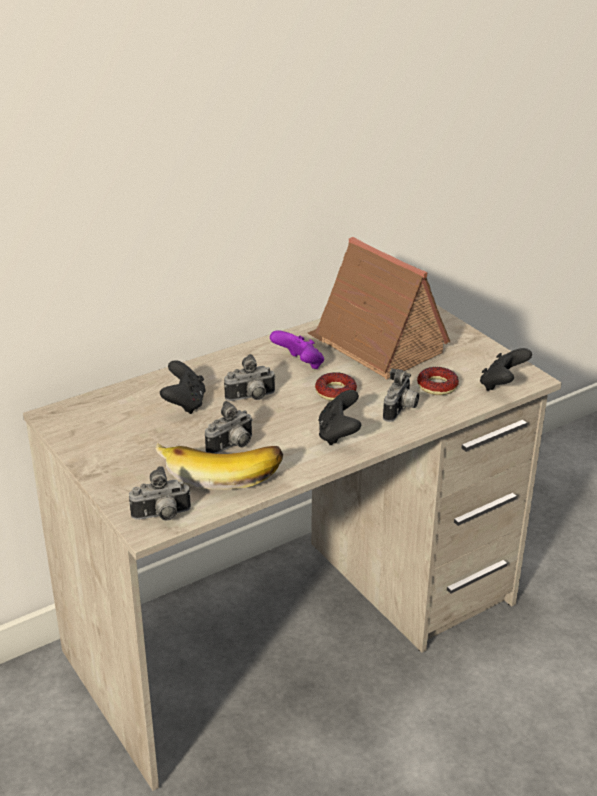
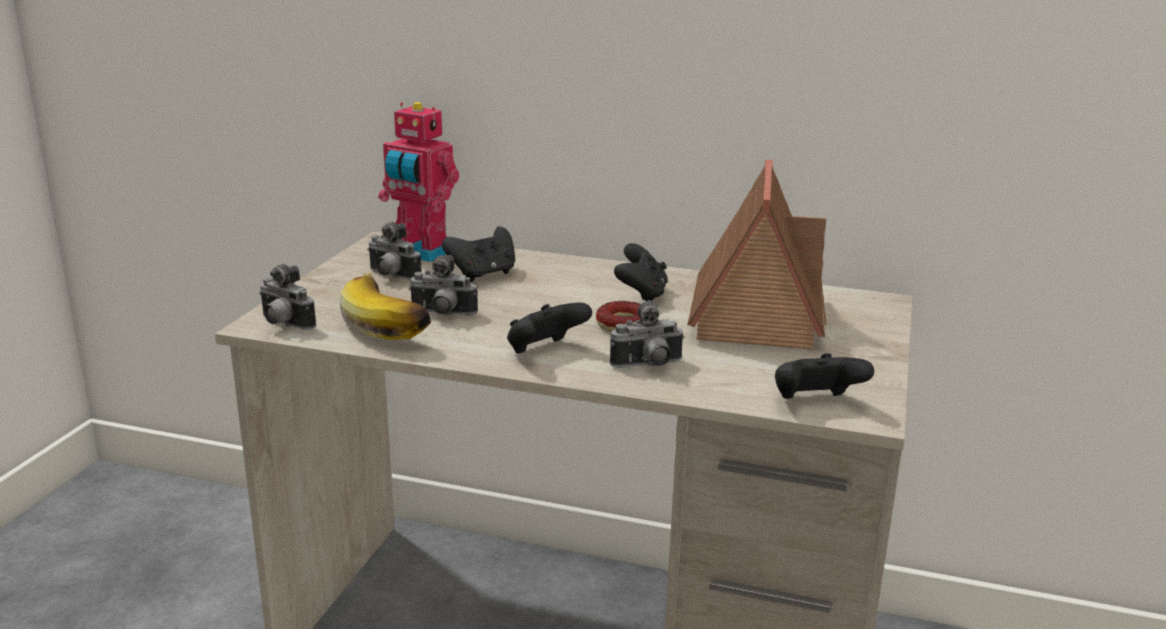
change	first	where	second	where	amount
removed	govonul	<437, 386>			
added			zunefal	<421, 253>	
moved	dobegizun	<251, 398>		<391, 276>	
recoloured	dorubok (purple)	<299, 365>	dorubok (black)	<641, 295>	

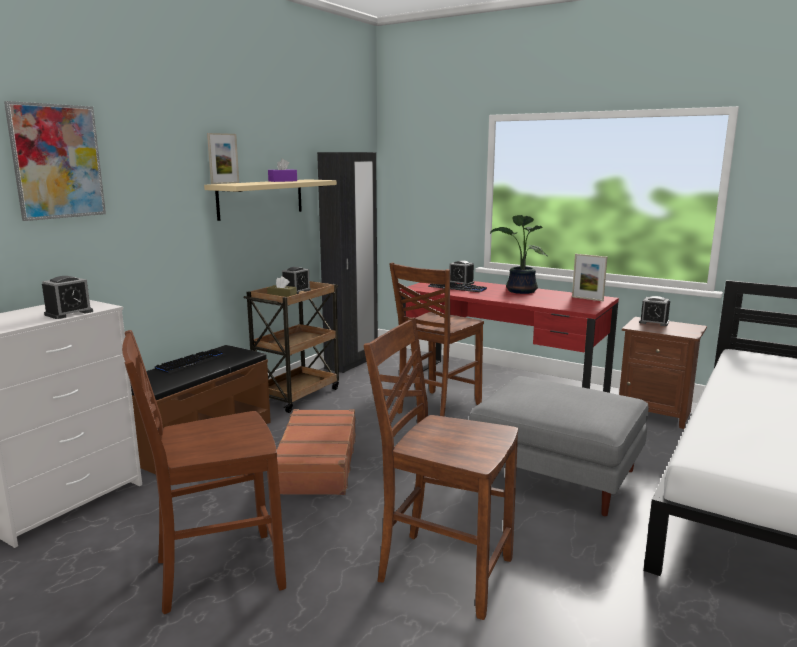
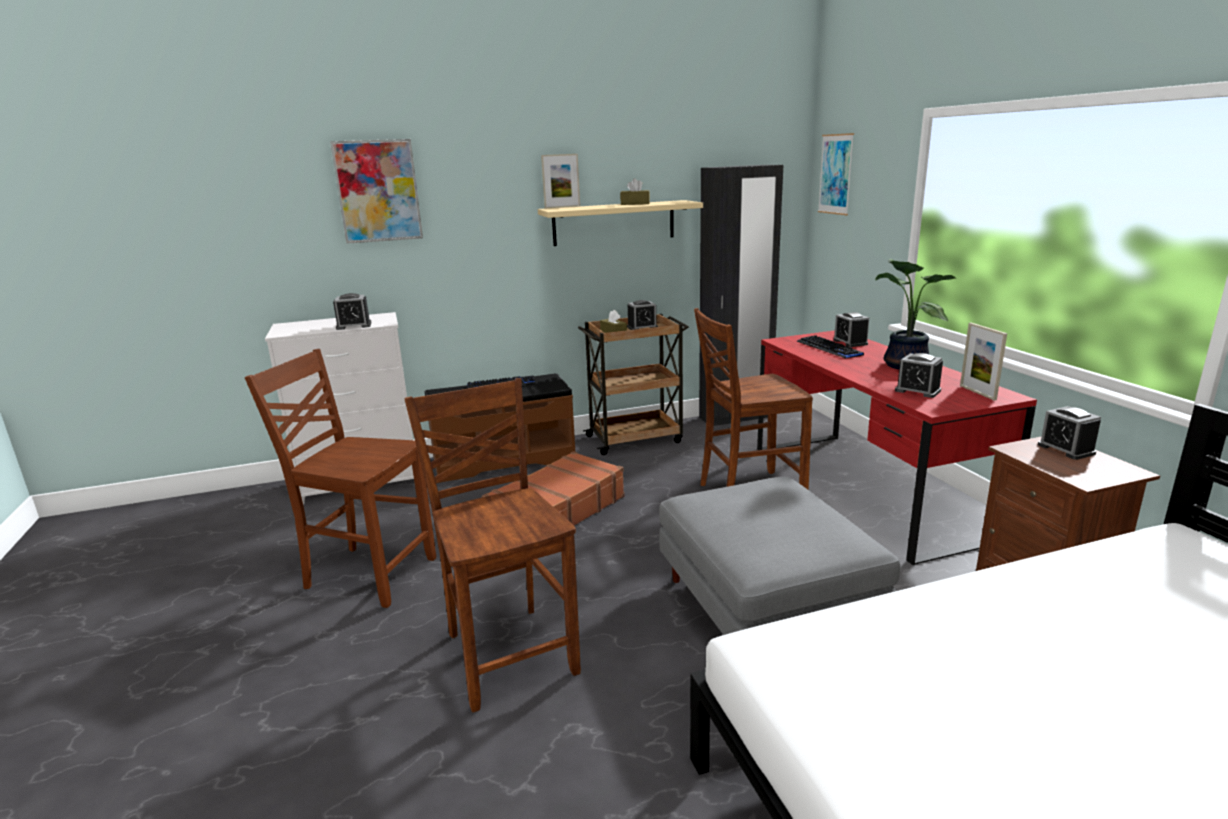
change	first	where	second	where	amount
added			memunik	<835, 174>	
added			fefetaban	<917, 391>	
recoloured	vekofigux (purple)	<282, 181>	vekofigux (brown)	<635, 204>	

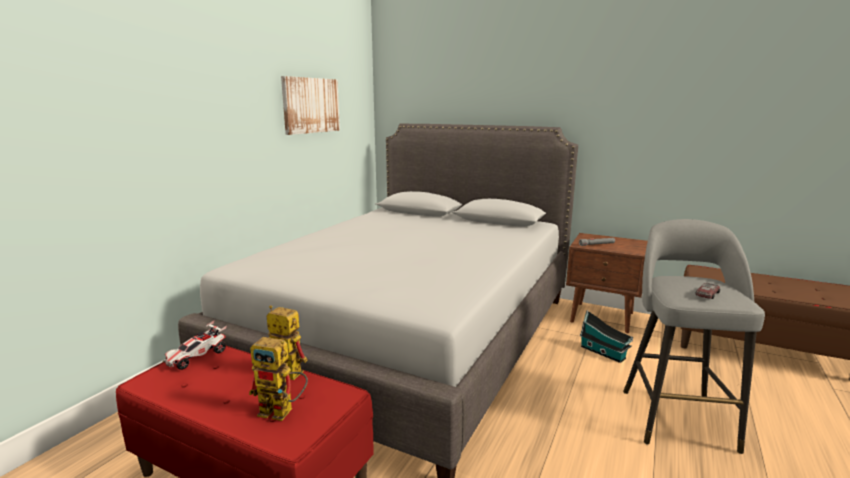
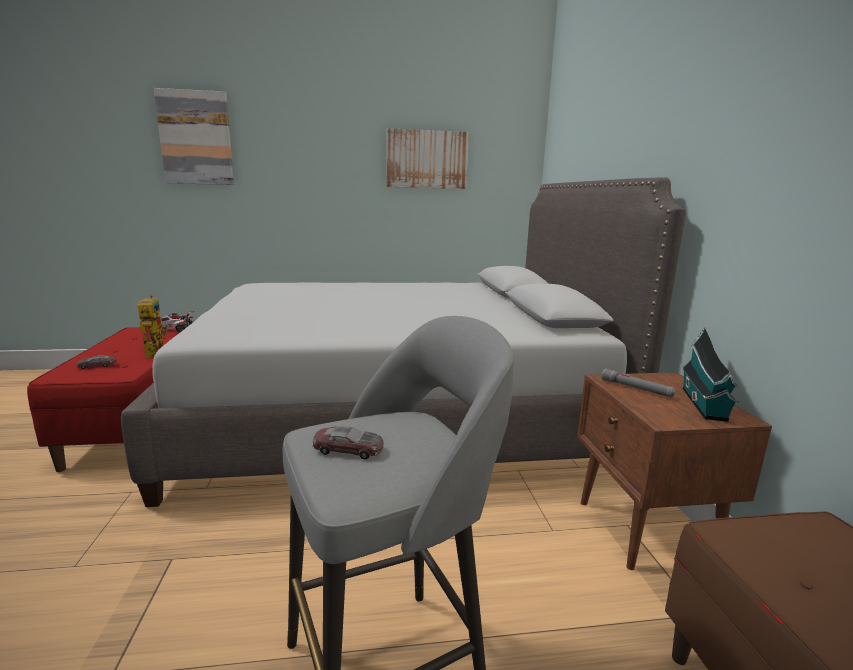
change	first	where	second	where	amount
added			memunik	<196, 138>	
moved	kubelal	<604, 353>		<704, 405>	
replaced	zunefal	<283, 411>	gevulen	<97, 365>	

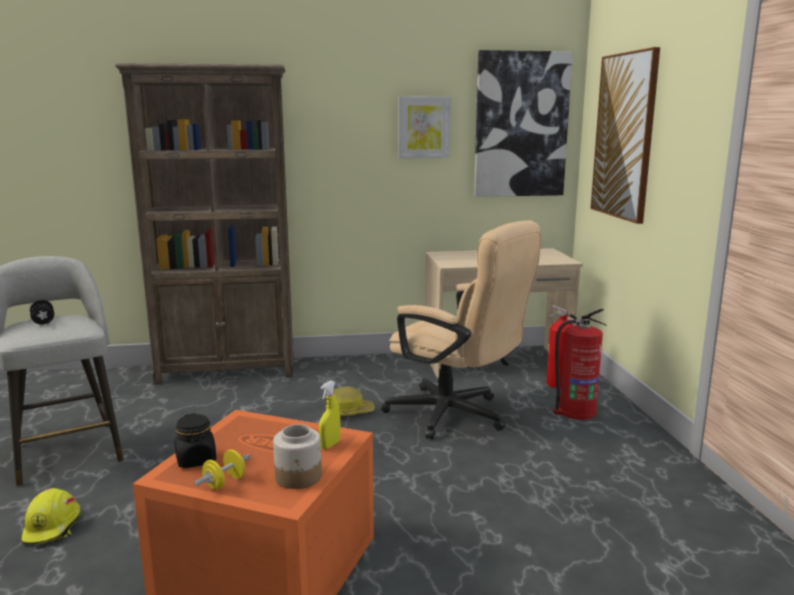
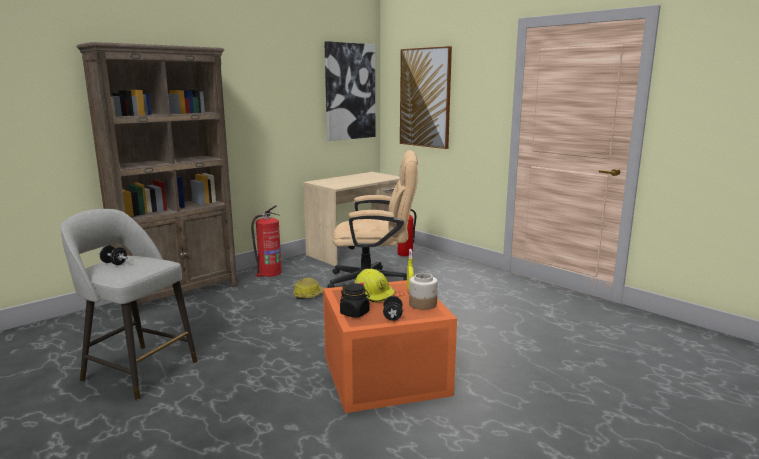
change	first	where	second	where	amount
removed	memunik	<423, 127>			
moved	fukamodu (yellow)	<53, 527>		<374, 294>	
moved	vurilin	<576, 412>		<269, 273>	
recoloured	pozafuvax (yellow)	<224, 483>	pozafuvax (black)	<392, 317>	

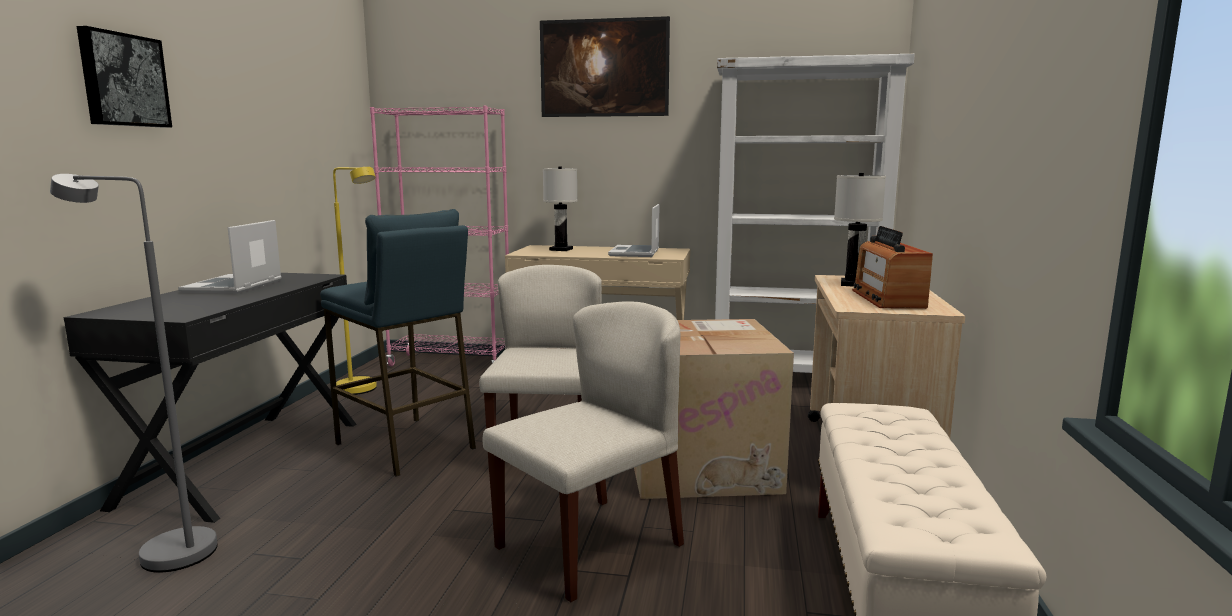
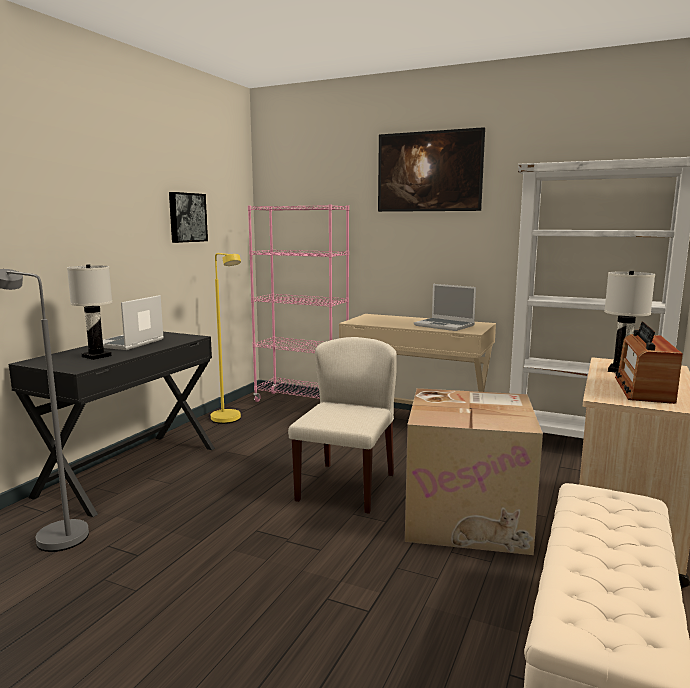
change	first	where	second	where	amount
removed	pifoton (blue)	<406, 446>			
removed	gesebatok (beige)	<590, 544>			
moved	memunik	<123, 80>		<186, 217>	
moved	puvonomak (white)	<561, 249>		<97, 356>	
turned	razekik	<635, 253>		<445, 326>	75 degrees counterclockwise

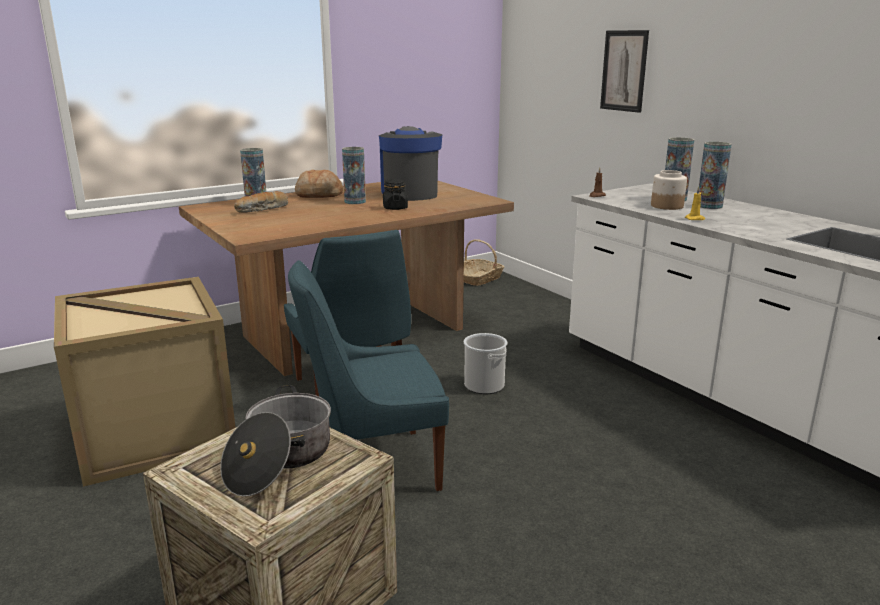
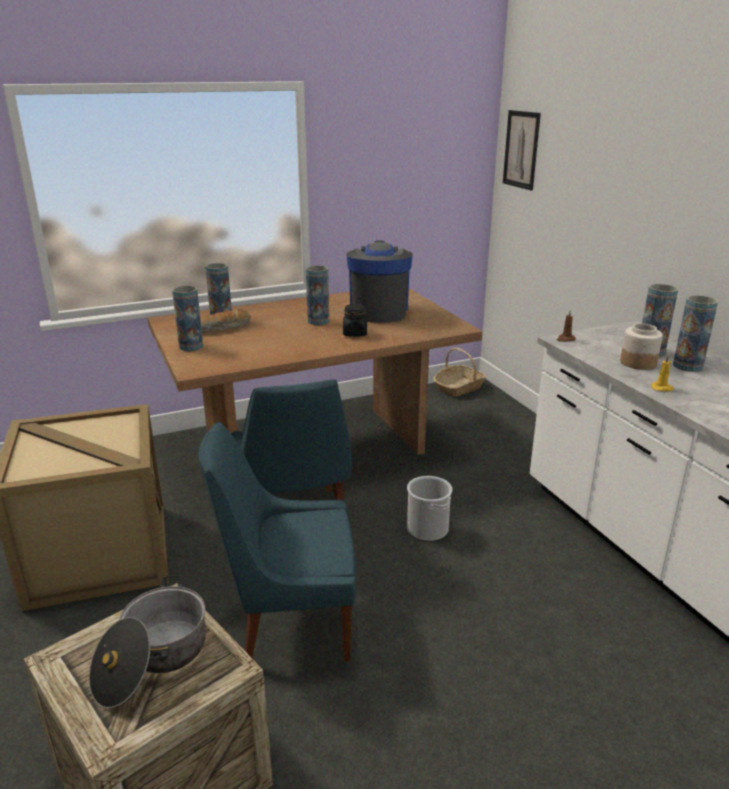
change	first	where	second	where	amount
removed	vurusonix	<318, 195>			
added			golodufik	<191, 346>	
moved	memunik	<624, 71>		<521, 149>	

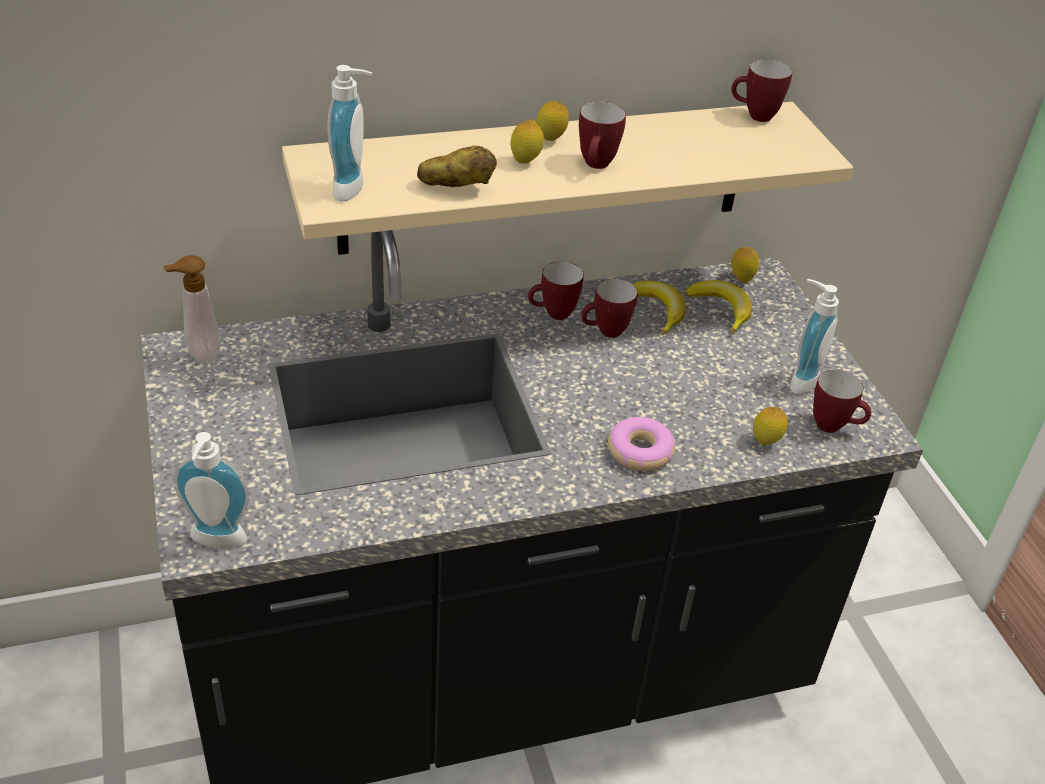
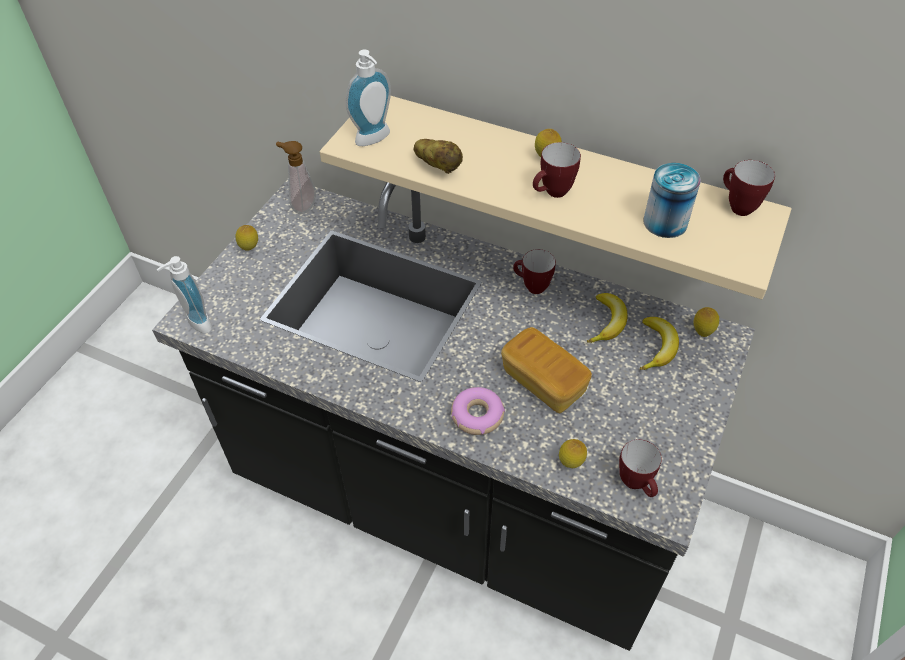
change	first	where	second	where	amount
removed	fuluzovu	<605, 333>			
removed	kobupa	<799, 379>			
added			vurusonix	<543, 382>	
added			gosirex	<665, 222>	
moved	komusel	<525, 162>		<250, 249>	

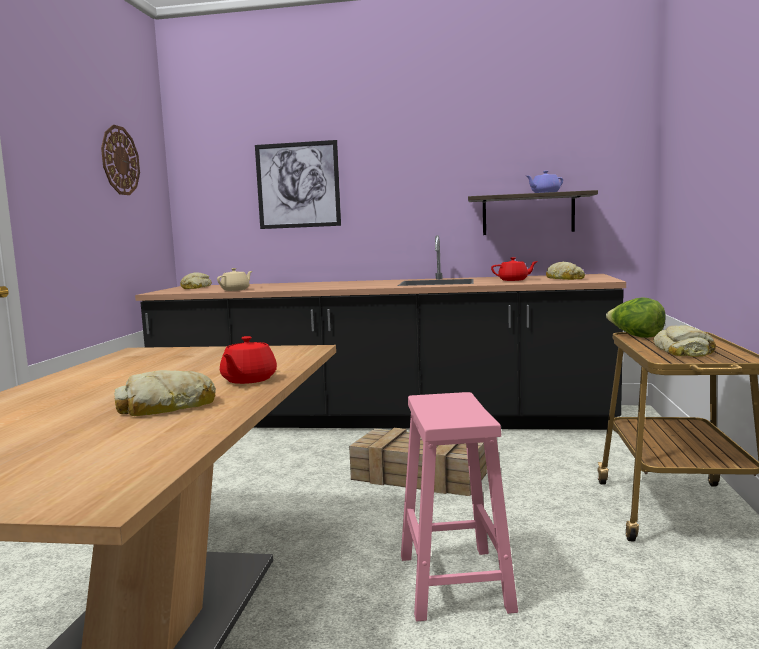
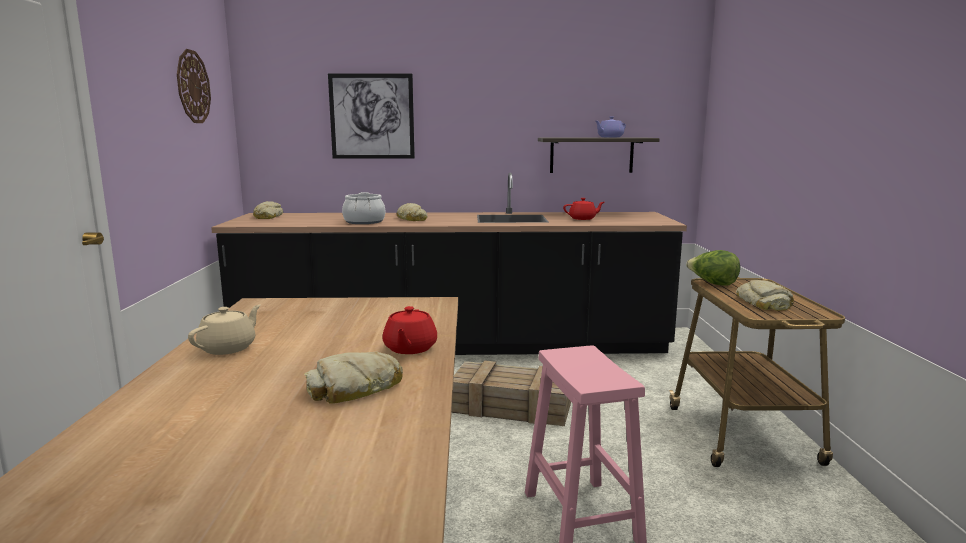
change	first	where	second	where	amount
added			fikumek	<364, 222>	
moved	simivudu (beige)	<236, 290>		<229, 348>	
moved	vurusonix	<565, 278>		<412, 218>	

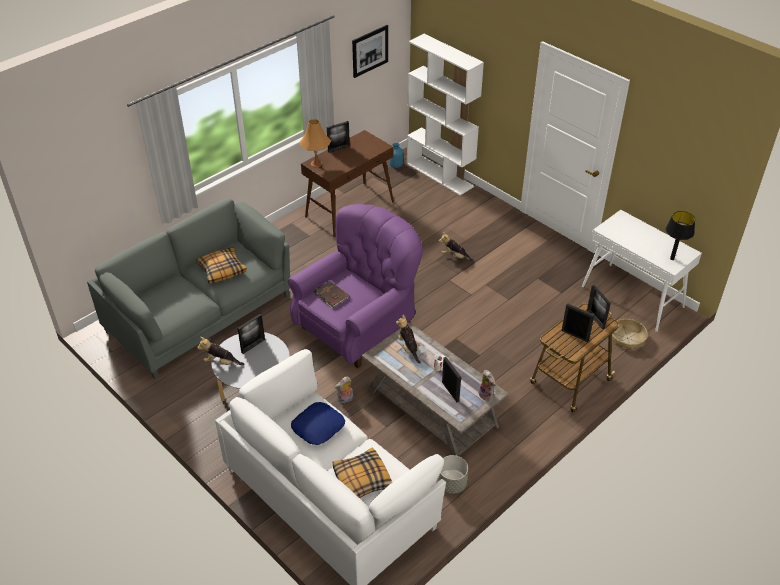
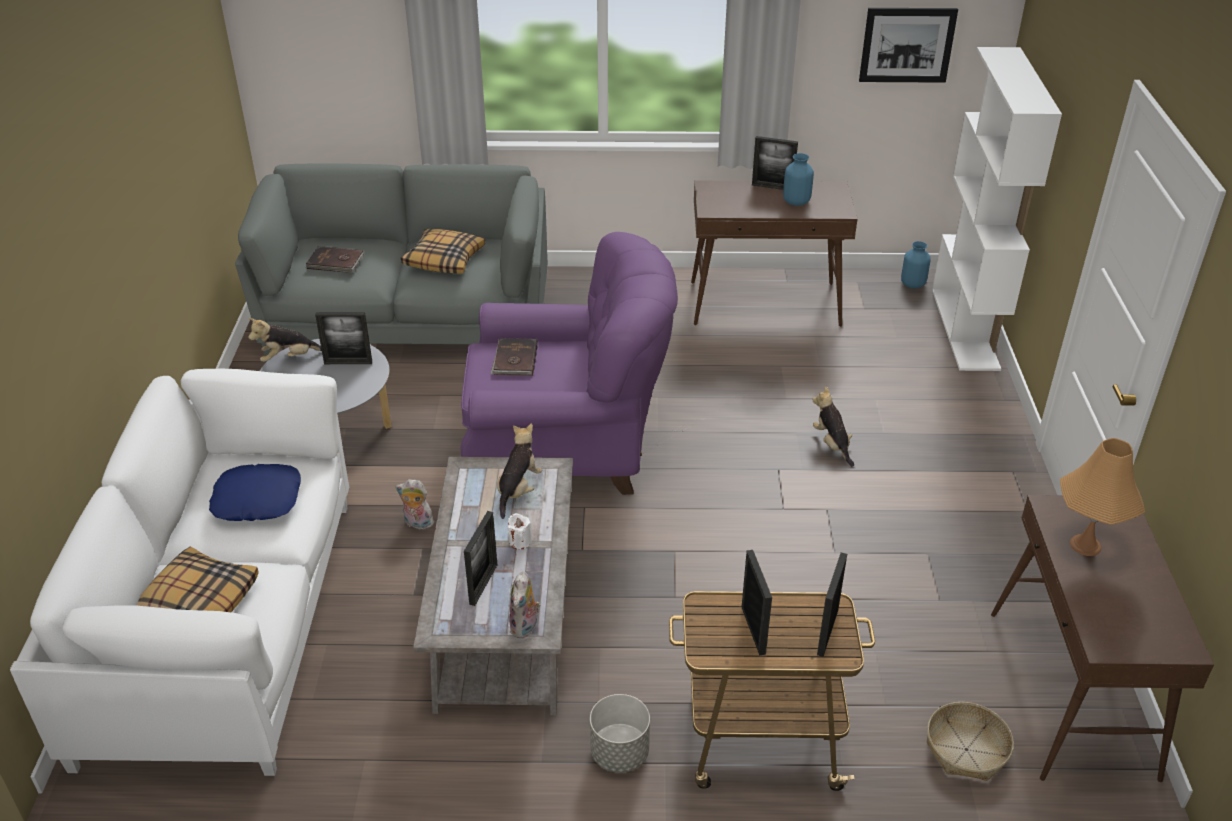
change	first	where	second	where	amount
removed	puvonomak (black)	<672, 258>			
added			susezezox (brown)	<335, 262>	
added			golodufik (blue)	<795, 202>	
moved	puvonomak (orange)	<316, 164>		<1085, 545>	
moved	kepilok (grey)	<451, 484>		<619, 753>	
recoloured	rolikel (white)	<633, 297>	rolikel (brown)	<1072, 694>	
turned	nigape	<221, 362>		<288, 358>	75 degrees counterclockwise

